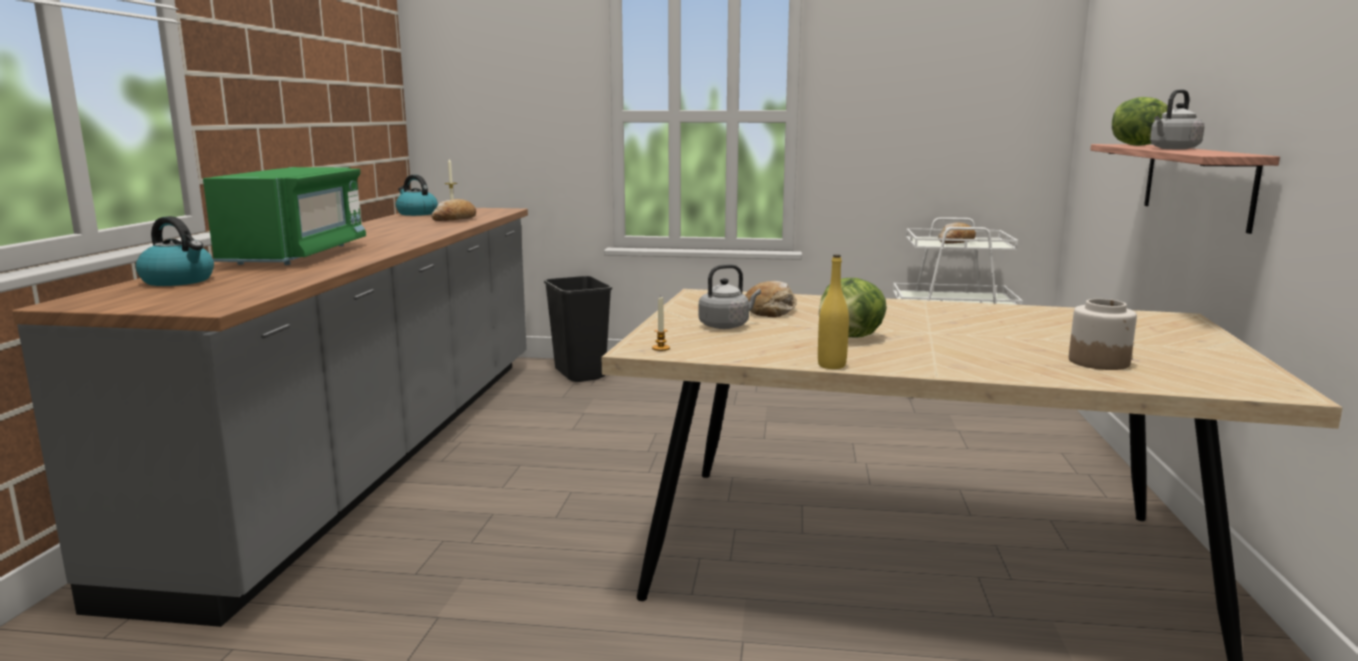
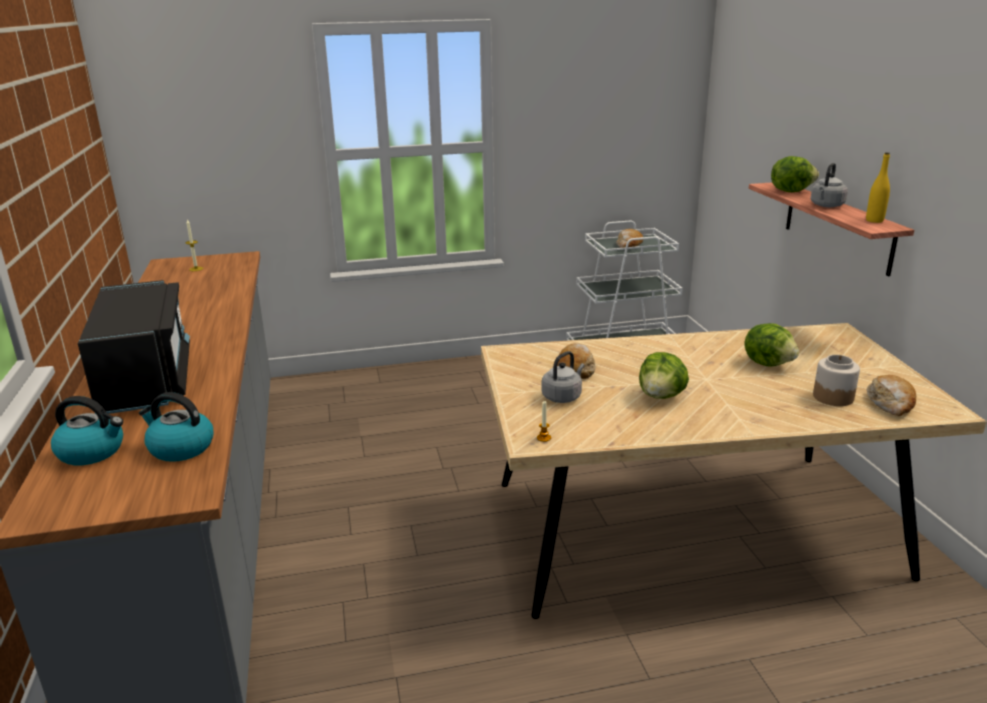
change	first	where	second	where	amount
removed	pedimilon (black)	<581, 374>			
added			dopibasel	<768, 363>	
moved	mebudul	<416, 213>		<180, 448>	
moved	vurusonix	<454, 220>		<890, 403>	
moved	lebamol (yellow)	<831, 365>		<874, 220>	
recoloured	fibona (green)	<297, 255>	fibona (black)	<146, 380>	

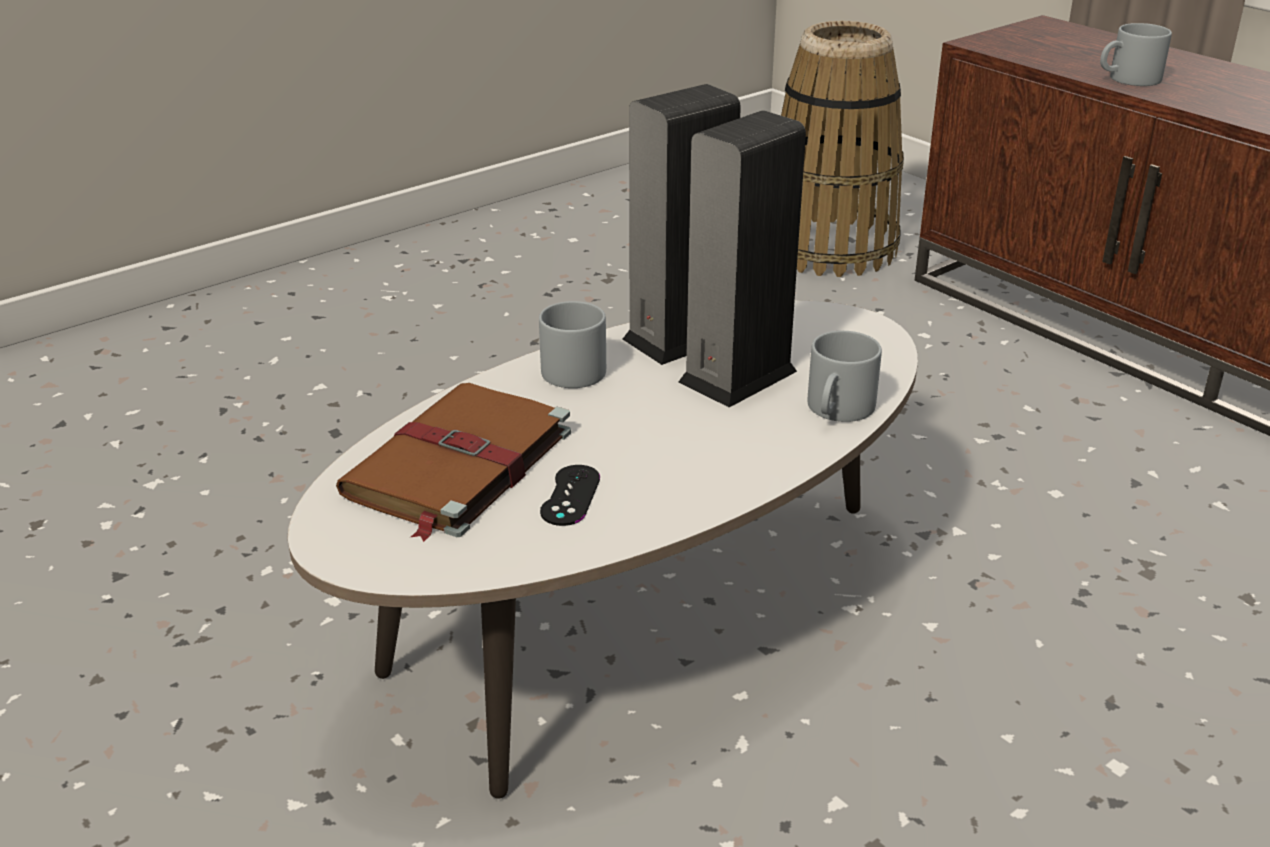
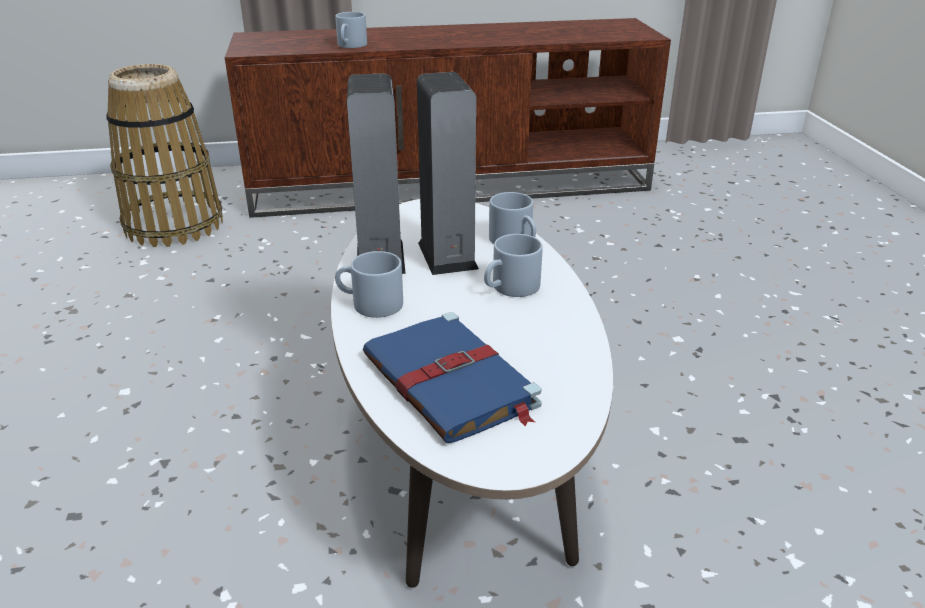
change	first	where	second	where	amount
removed	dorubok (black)	<570, 495>			
added			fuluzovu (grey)	<510, 288>	
recoloured	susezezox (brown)	<457, 466>	susezezox (blue)	<451, 382>	

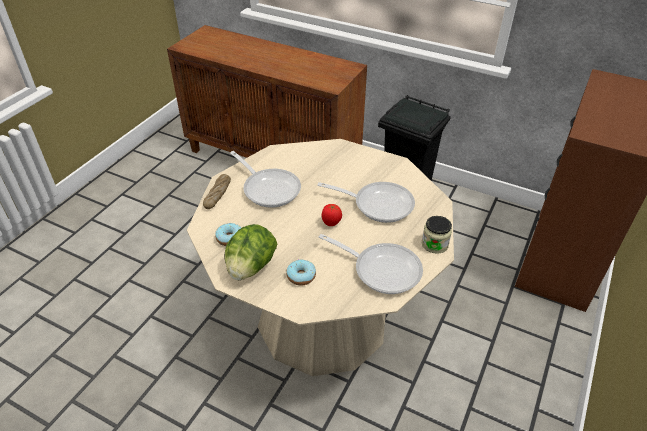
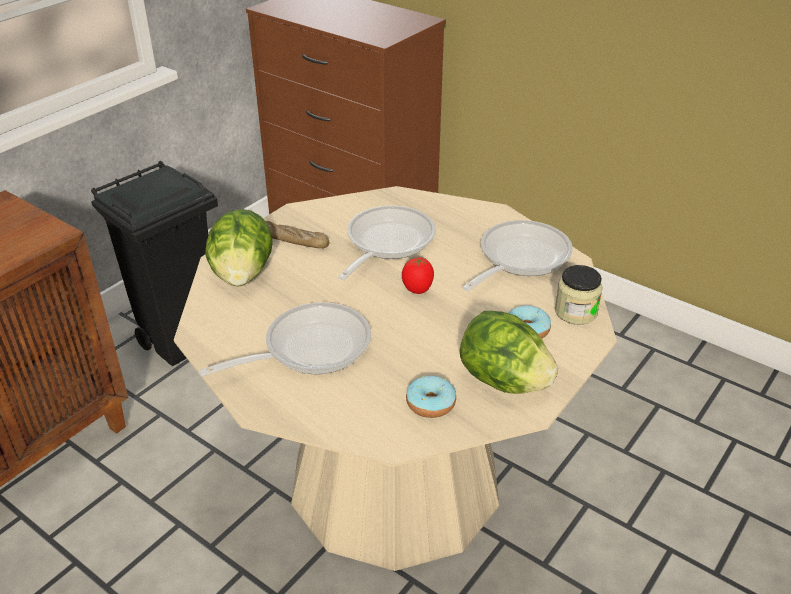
change	first	where	second	where	amount
added			dopibasel	<243, 274>	
moved	vurusonix	<217, 194>		<292, 241>	
moved	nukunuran	<434, 244>		<575, 312>	

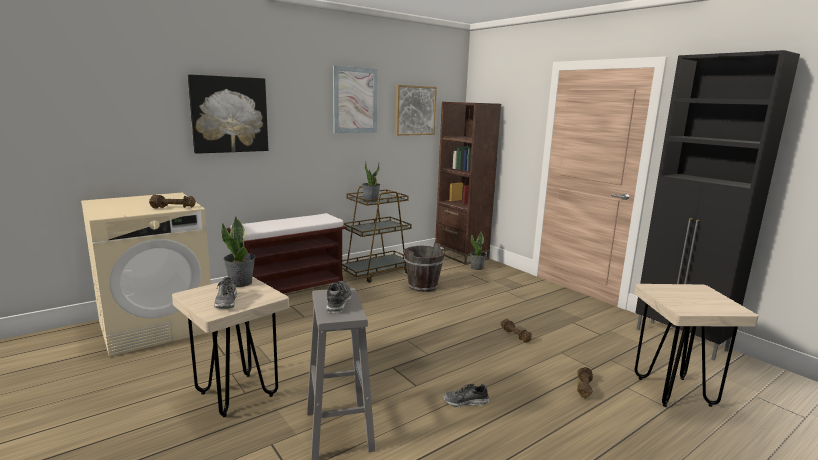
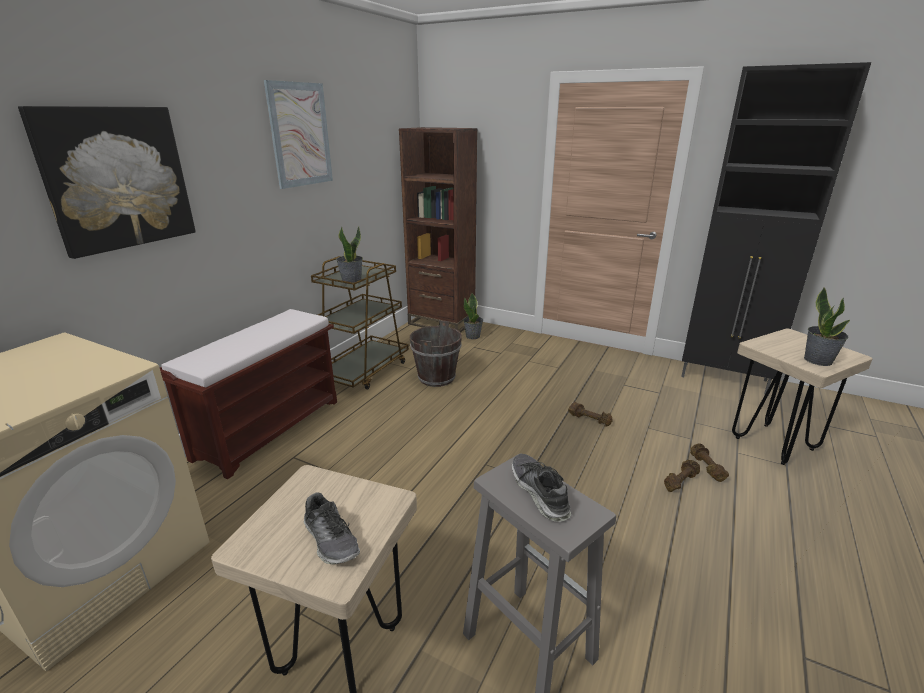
change	first	where	second	where	amount
removed	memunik	<415, 110>			
removed	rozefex	<466, 402>			
moved	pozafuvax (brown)	<173, 208>		<680, 481>	
moved	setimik	<241, 283>		<818, 360>	

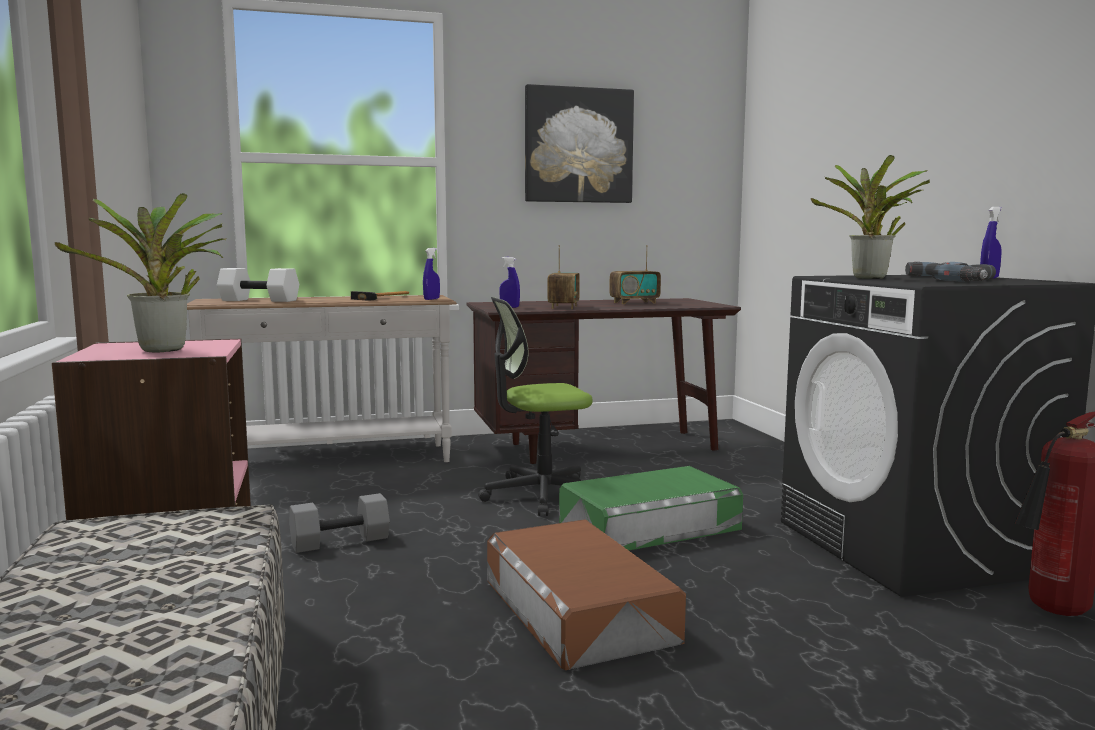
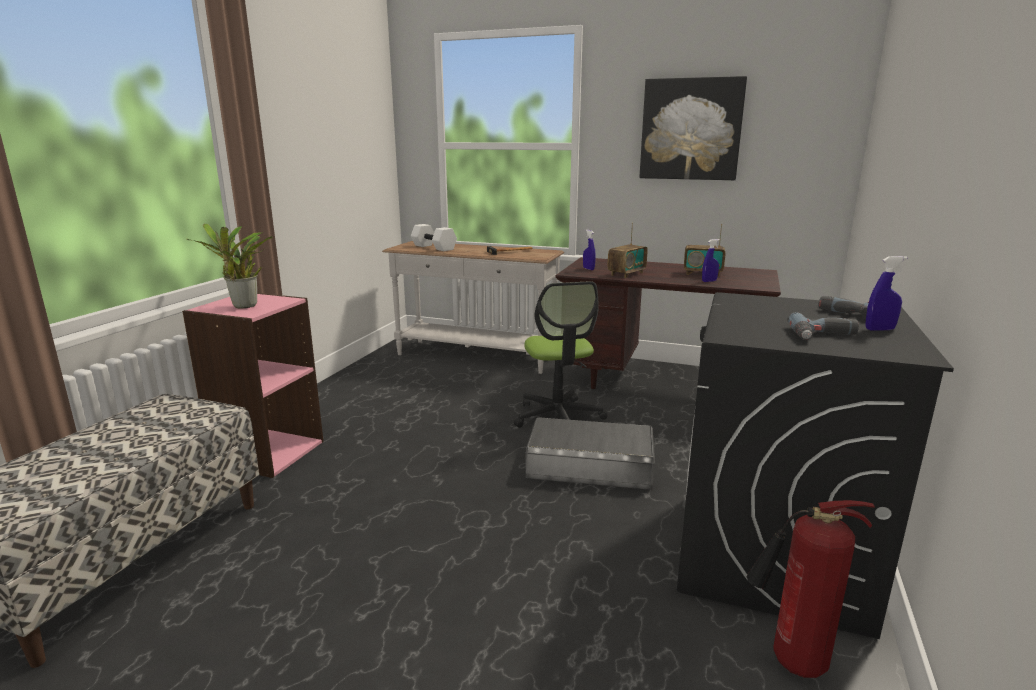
change	first	where	second	where	amount
removed	pozafuvax (grey)	<341, 541>			
removed	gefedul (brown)	<579, 610>			
removed	setimik	<869, 278>			
moved	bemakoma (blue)	<431, 299>		<709, 281>	
recoloured	gefedul (green)	<649, 526>	gefedul (grey)	<590, 465>	
turned	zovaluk	<541, 495>		<558, 417>	120 degrees counterclockwise

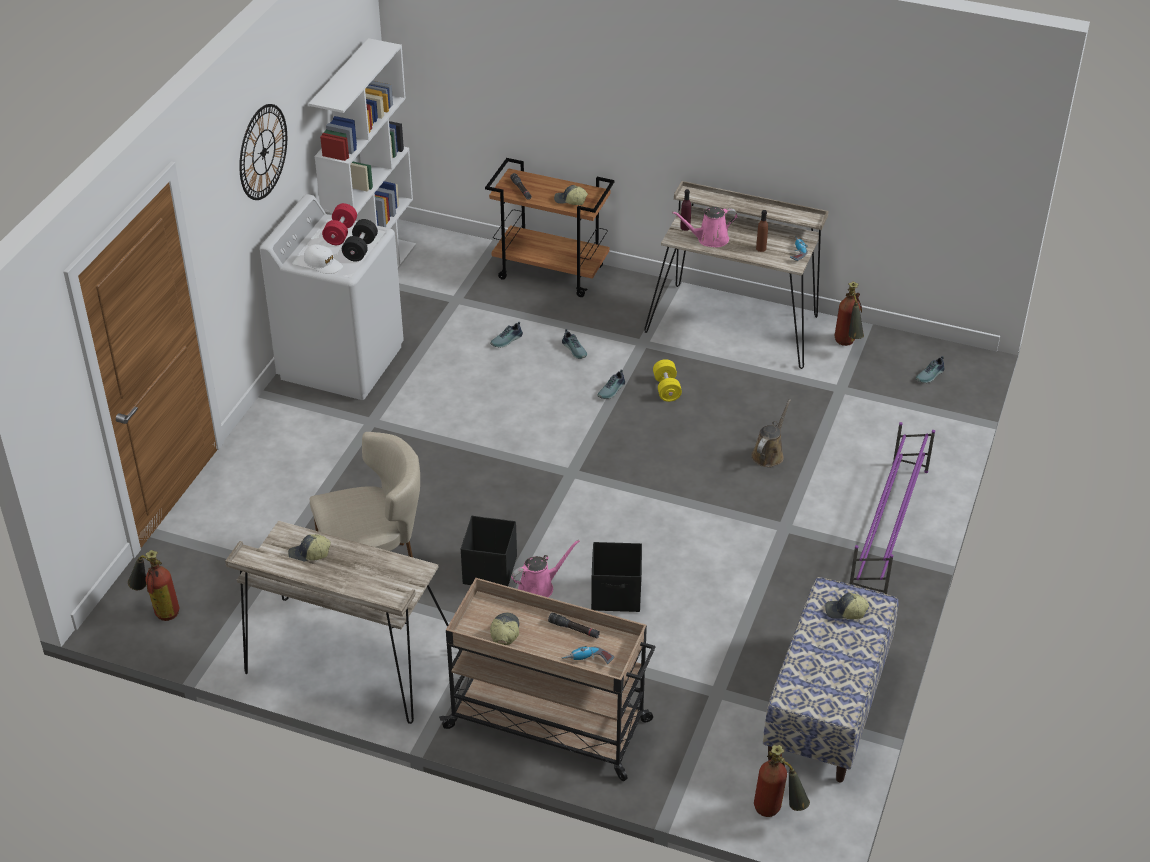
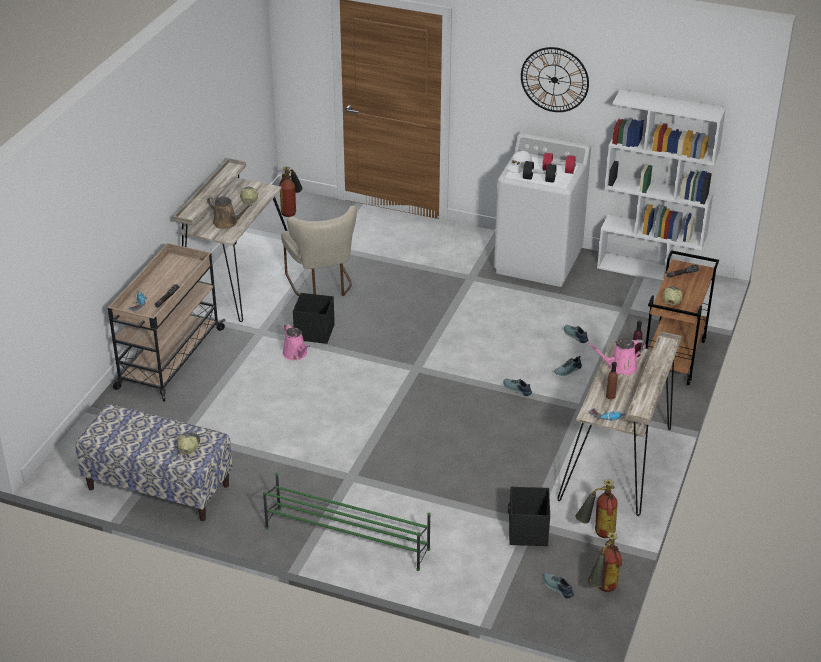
change	first	where	second	where	amount
removed	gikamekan	<504, 631>			
removed	pozafuvax (yellow)	<666, 389>			
moved	gefedul (black)	<617, 595>		<527, 532>	
moved	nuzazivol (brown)	<769, 454>		<227, 223>	
moved	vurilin	<777, 813>		<602, 591>	
recoloured	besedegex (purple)	<888, 528>	besedegex (green)	<346, 538>	
turned	nuzazivol (pink)	<709, 239>		<619, 367>	90 degrees counterclockwise

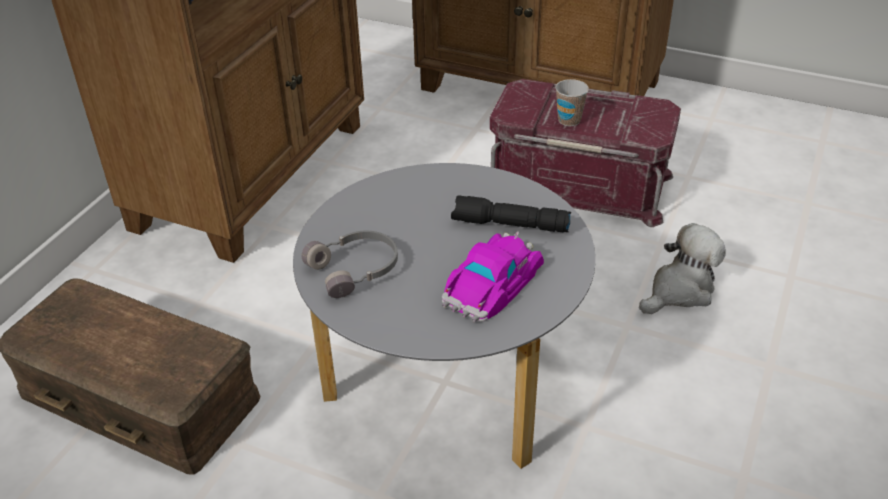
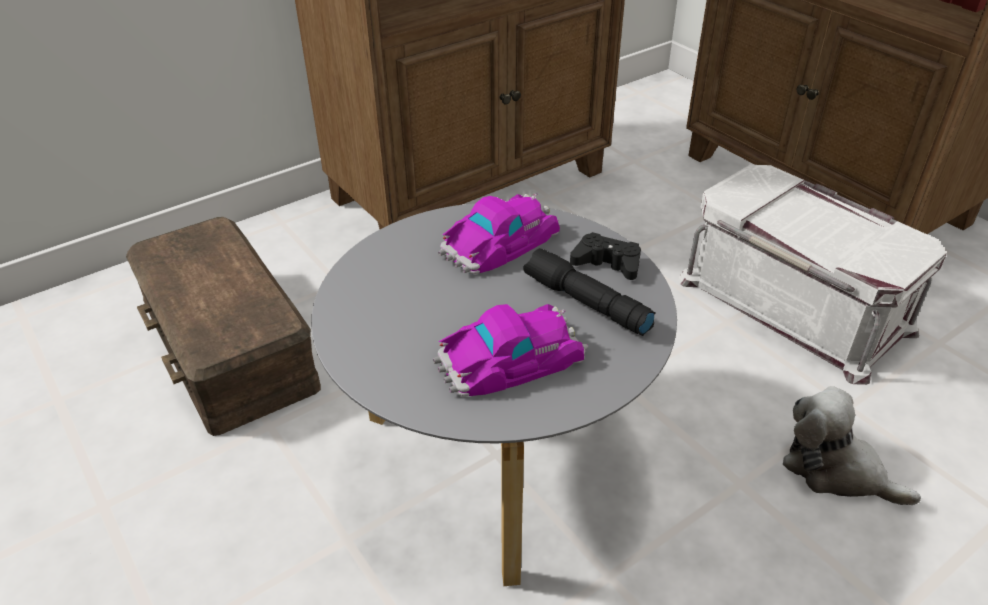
change	first	where	second	where	amount
removed	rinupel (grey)	<356, 270>			
removed	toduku	<569, 120>			
added			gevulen	<500, 241>	
added			dorubok (black)	<607, 263>	
recoloured	gefedul (red)	<579, 182>	gefedul (white)	<796, 303>	
turned	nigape	<680, 290>		<836, 470>	135 degrees counterclockwise

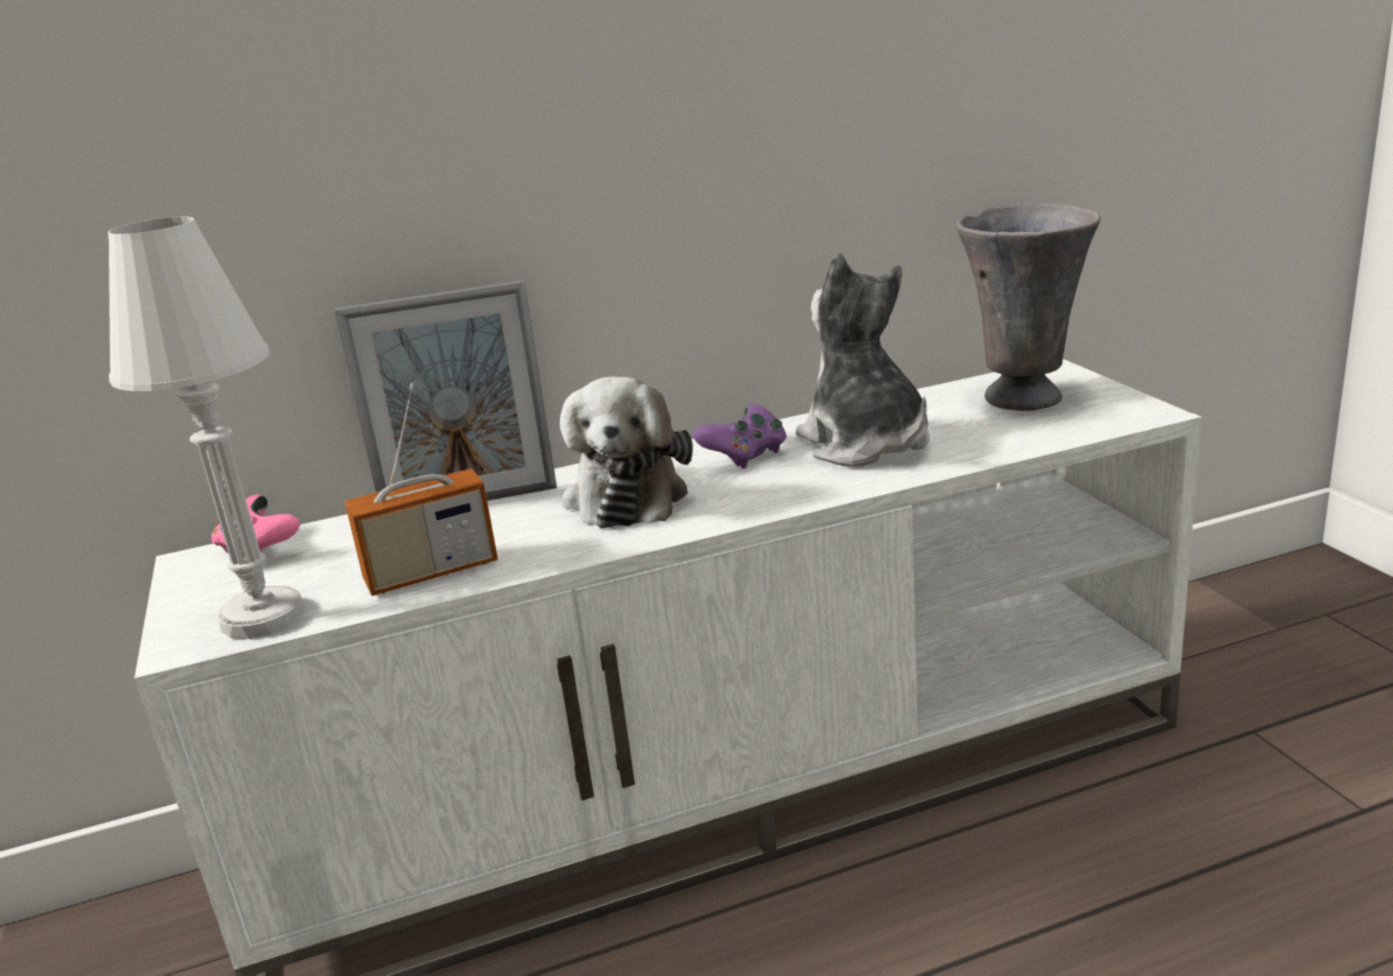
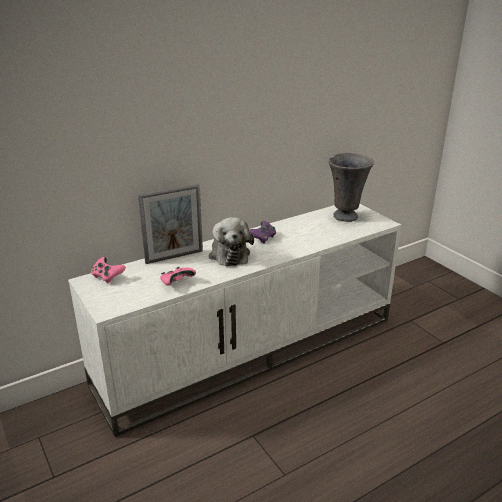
change	first	where	second	where	amount
removed	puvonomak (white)	<263, 618>			
removed	nigape	<865, 445>			
replaced	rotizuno	<431, 572>	dorubok (pink)	<177, 283>	

